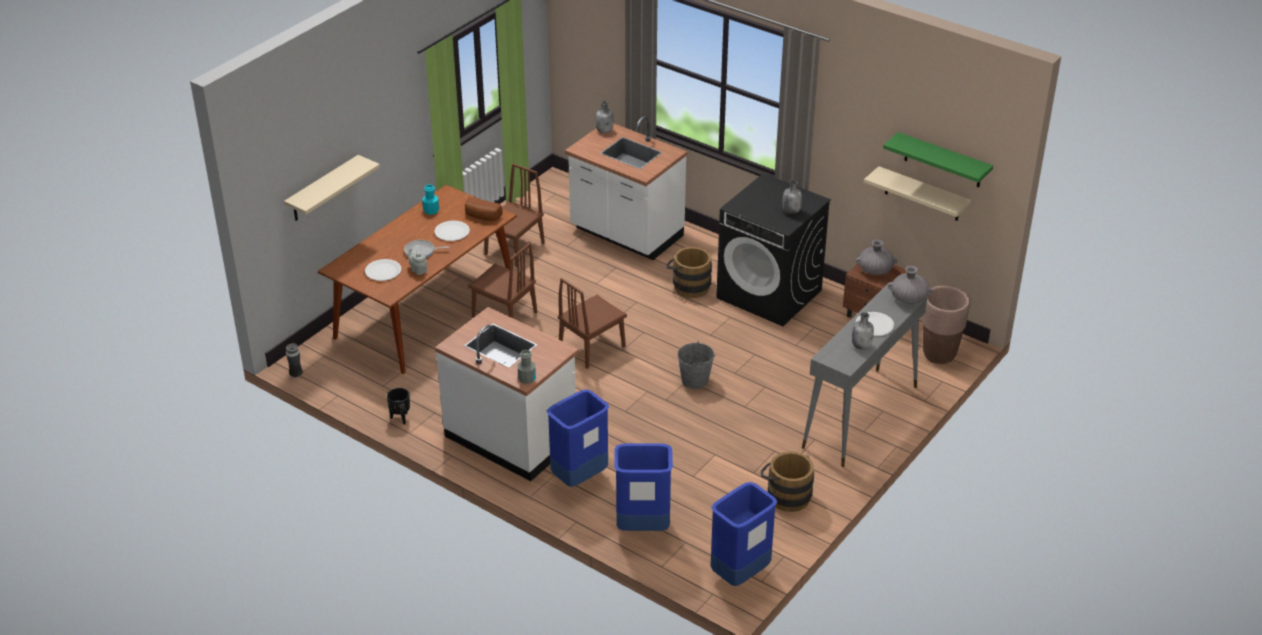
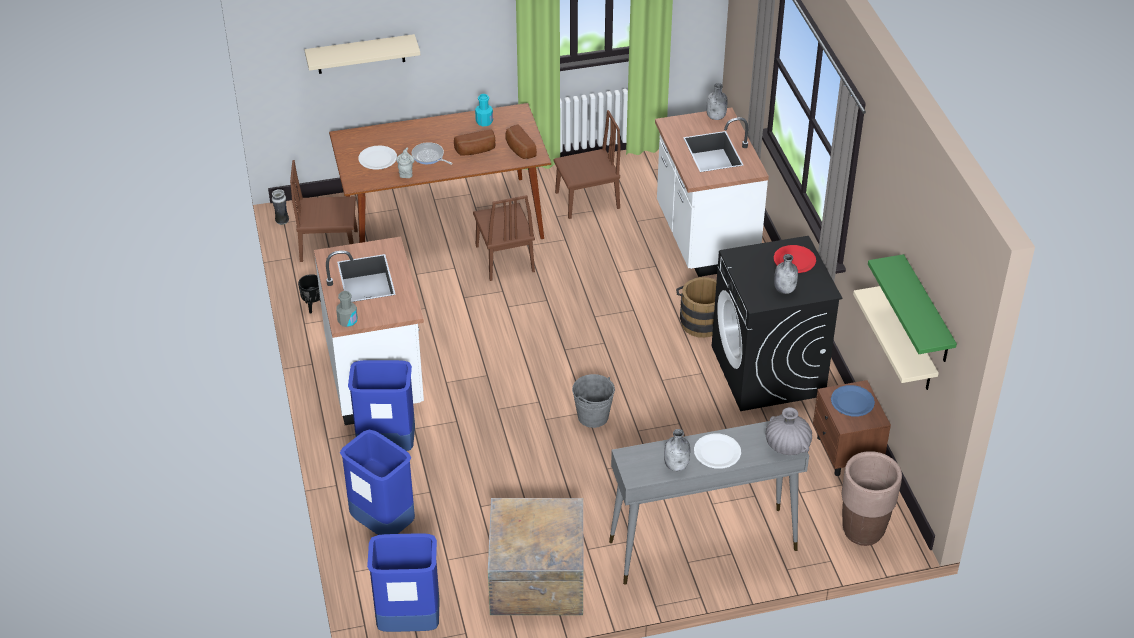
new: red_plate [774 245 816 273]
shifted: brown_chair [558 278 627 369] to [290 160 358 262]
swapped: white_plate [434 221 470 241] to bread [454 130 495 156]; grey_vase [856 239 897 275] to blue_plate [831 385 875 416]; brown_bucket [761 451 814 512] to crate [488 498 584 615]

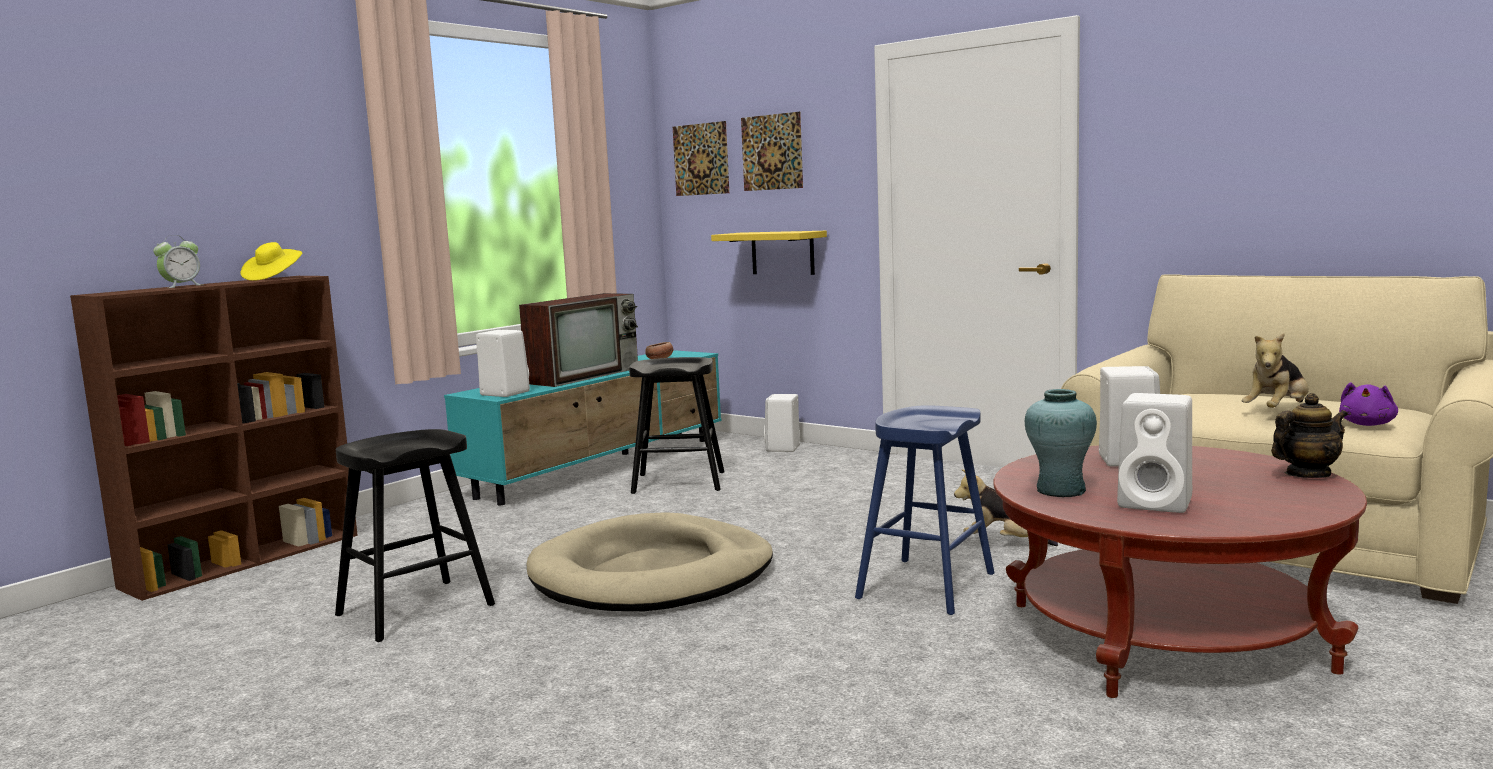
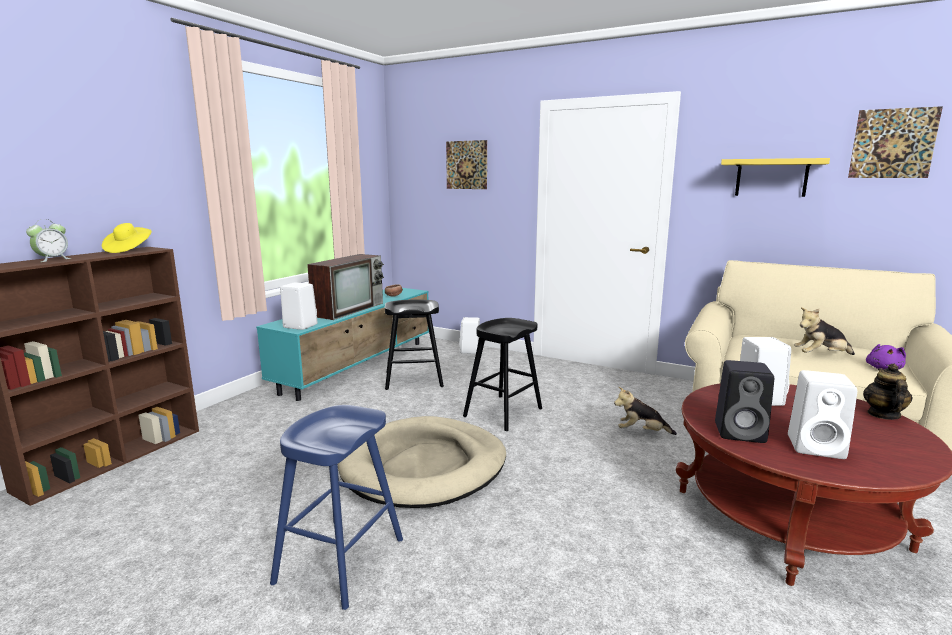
shifted: picture [673 121 729 196] to [848 106 943 178]; yellow_shelf [711 231 827 275] to [721 158 830 197]; blue_stool [855 405 994 615] to [270 405 403 610]; black_stool [335 429 495 642] to [463 318 542 431]
swapped: turquoise_vase [1025 389 1097 497] to black_speaker [715 360 774 443]
rotated: plush_toy [1242 333 1309 408] = [794 307 855 355] 45 degrees clockwise; teapot [1271 393 1348 478] = [863 363 913 420] 45 degrees counterclockwise

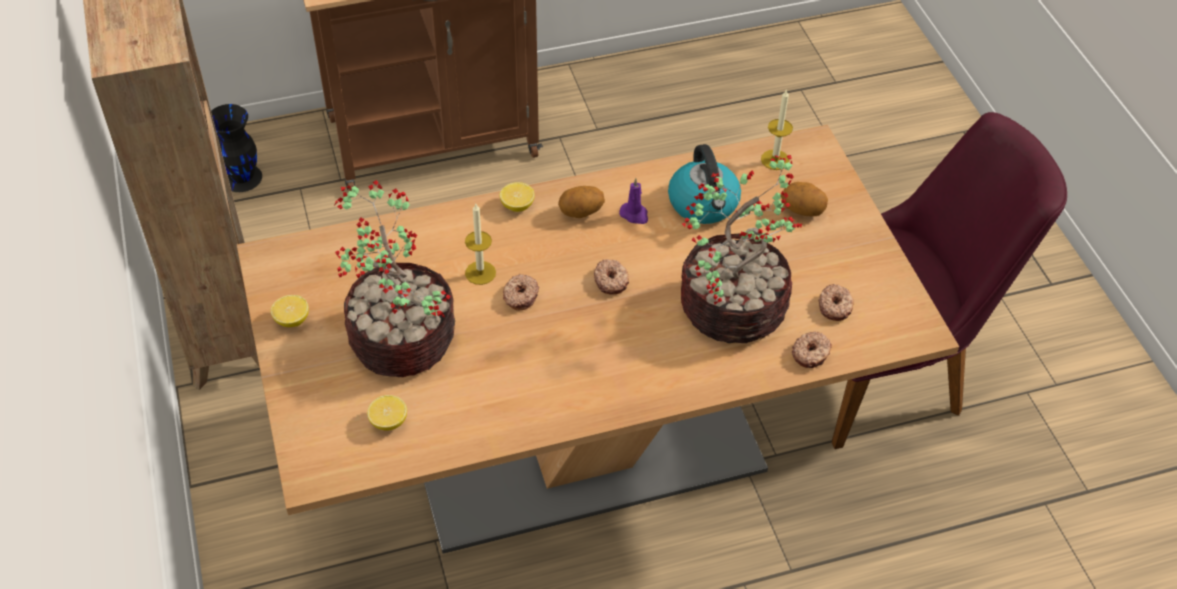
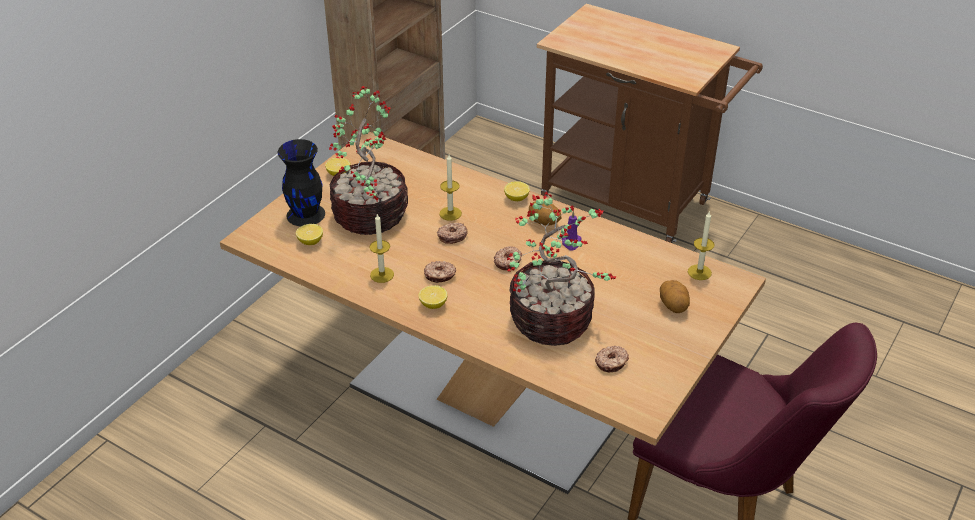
gone: kettle [668 144 741 224]
new: candle [370 214 394 283]; lemon [418 285 447 309]
shifted: black_vase [211 104 262 192] to [278 139 325 227]; donut [792 331 832 368] to [424 261 456 283]

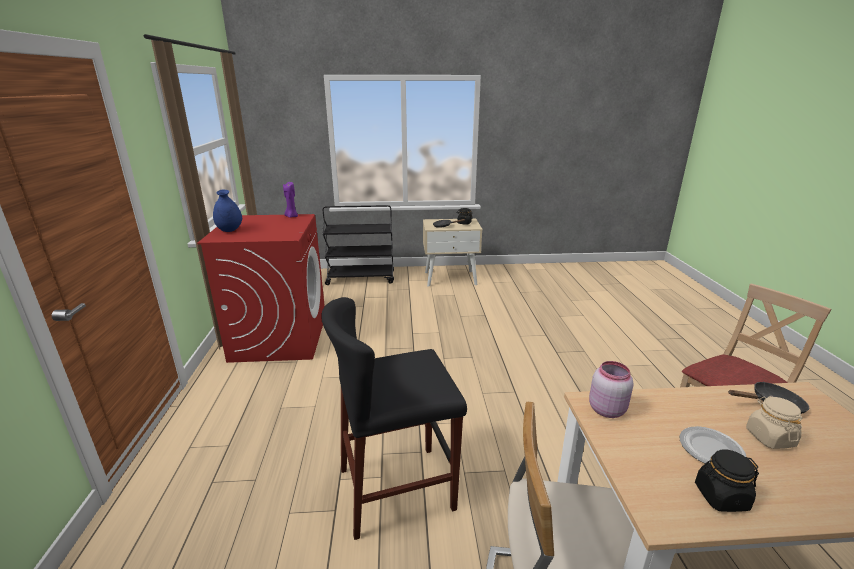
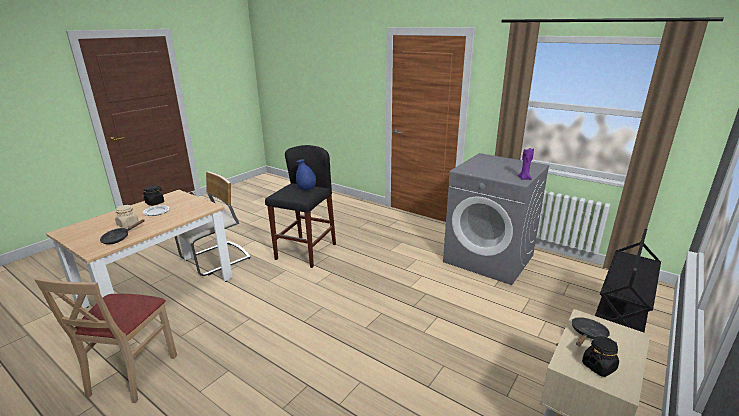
gone: pink_jar [589 361 634 418]
shifted: blue_vase [213 190 242 232] to [296 159 316 190]
repainted: red_washing_machine [197 214 325 363] to grey_washing_machine [443 153 550 285]

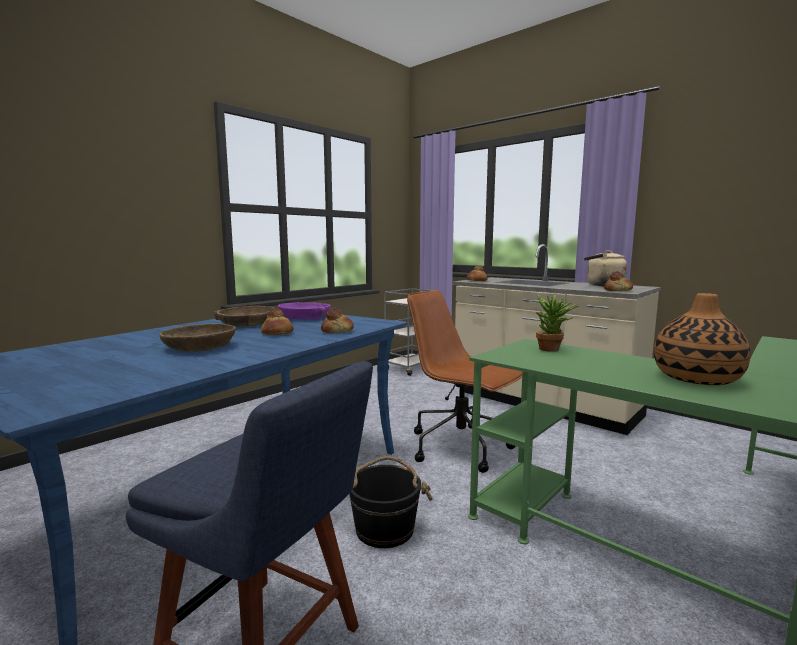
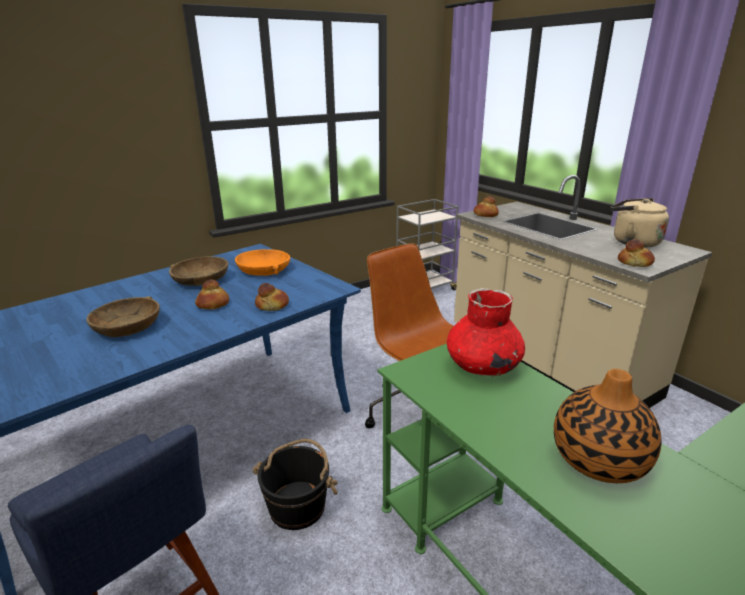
swapped: potted_plant [536 294 579 352] to red_vase [447 288 525 376]
repainted: purple_bowl [278 302 331 320] to orange_bowl [235 249 290 276]

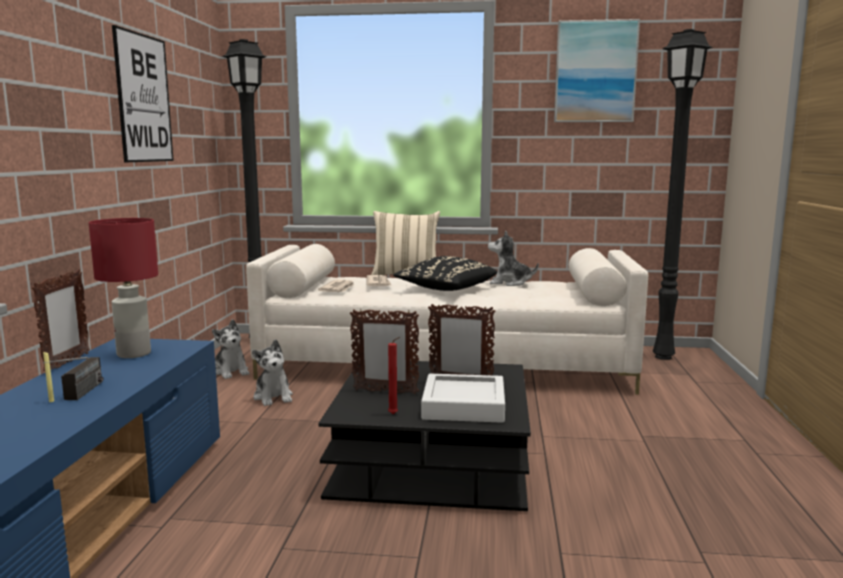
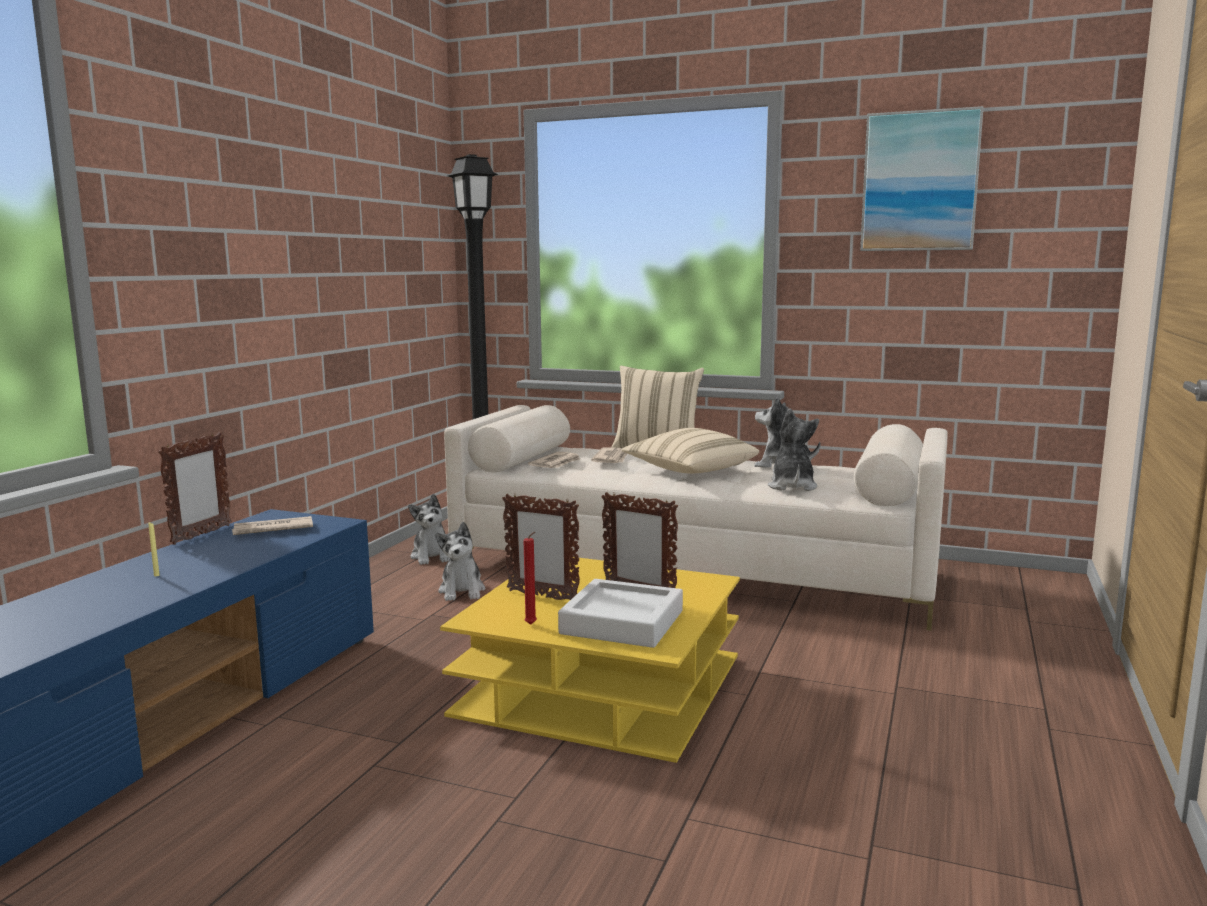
gone: picture [112 25 174 162]; black_floor_lamp [653 29 714 360]; radio [43 357 103 400]
new: plush_toy [768 408 819 491]
swapped: red_table_lamp [89 218 158 358] to newspaper [232 516 313 535]
repainted: black_pillow [393 256 497 291] to beige_pillow [621 428 759 473]; black_coffee_table [318 361 531 511] to yellow_coffee_table [440 557 740 763]

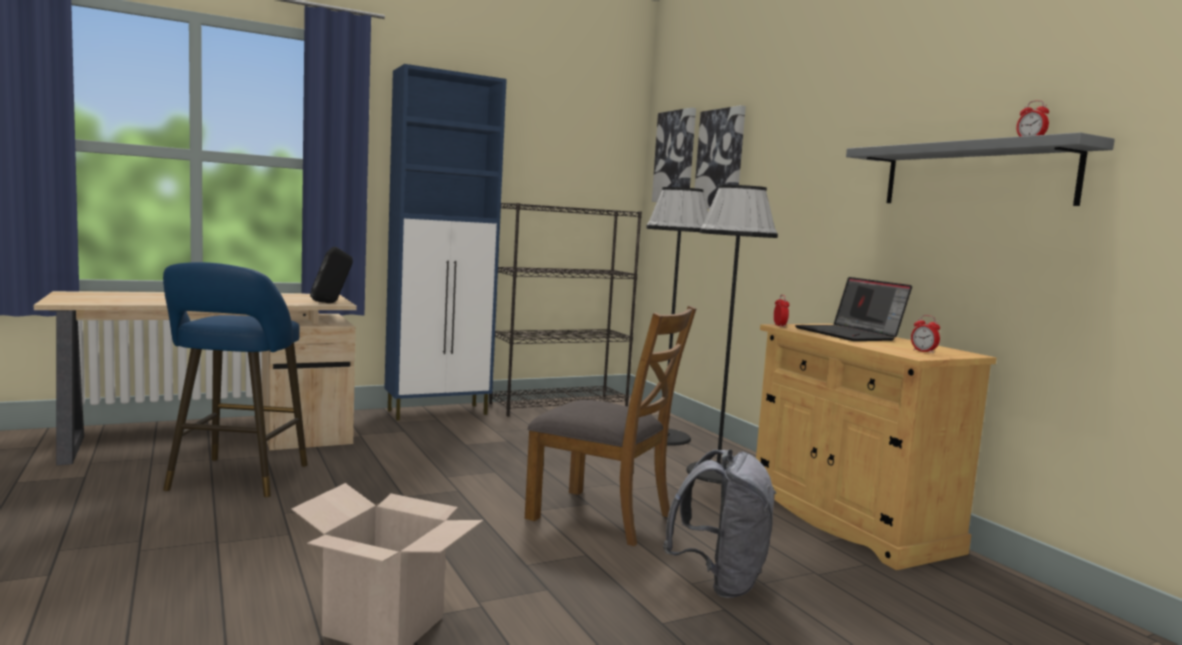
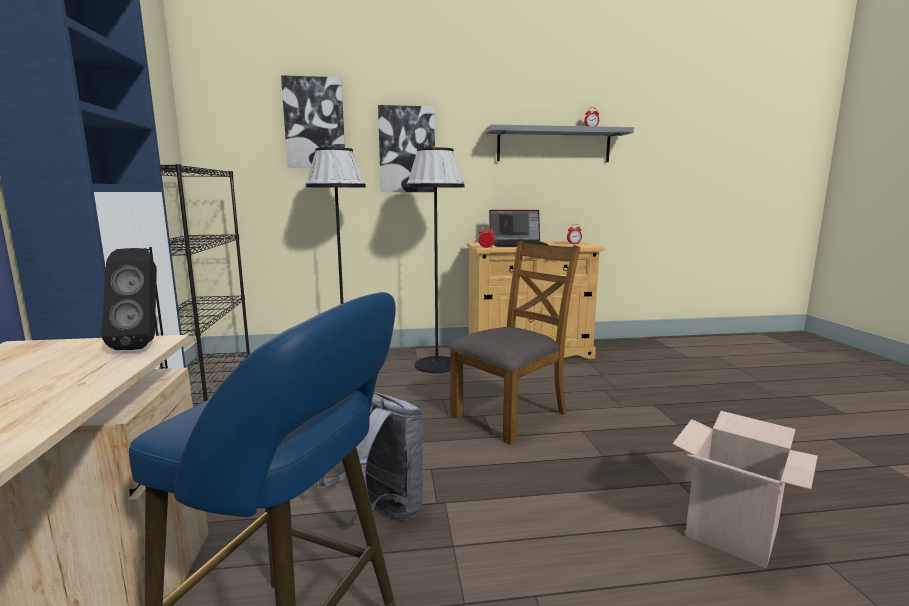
shifted: picture [652 107 696 202] to [378 105 435 192]; grey_backpack [663 449 776 598] to [316 392 424 520]

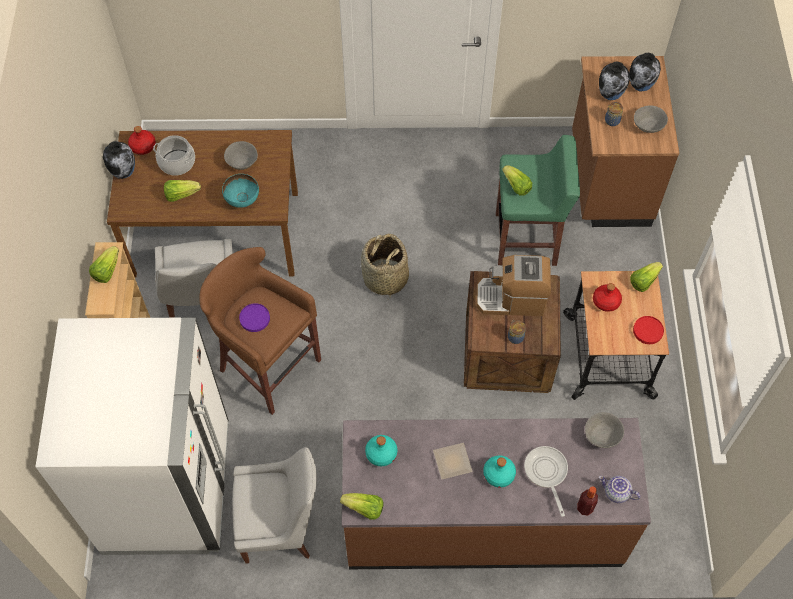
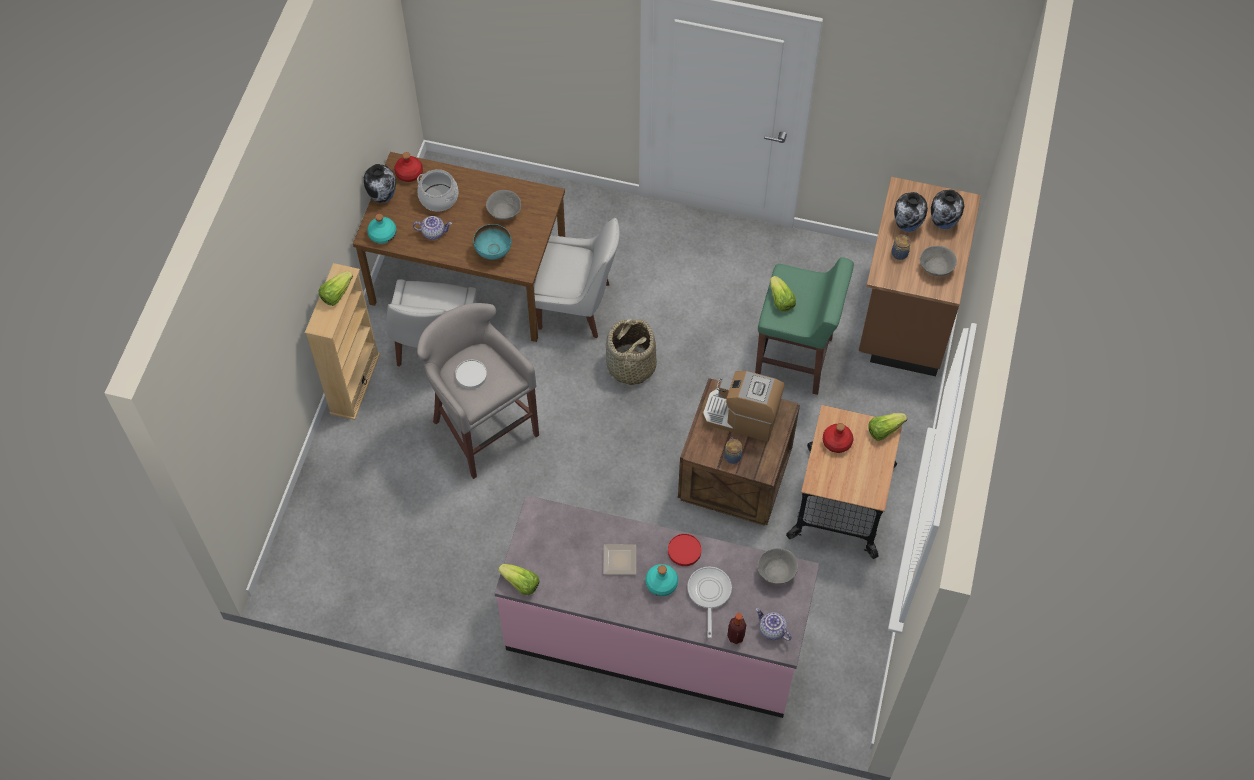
gone: white_fridge [35 317 229 555]
shifted: red_plate [633 316 664 344] to [668 534 701 566]; turquoise_bottle [365 435 398 466] to [367 214 397 244]; white_chair [232 447 317 564] to [534 218 620 339]
swapped: lettuce [164 180 201 202] to teapot [413 216 452 240]
repainted: brown_stool [199 247 321 415] to grey_stool [417 303 539 479]; purple_plate [239 303 270 332] to white_plate [455 360 487 389]; brown_counter [342 418 651 569] to pink_counter [495 495 819 718]

